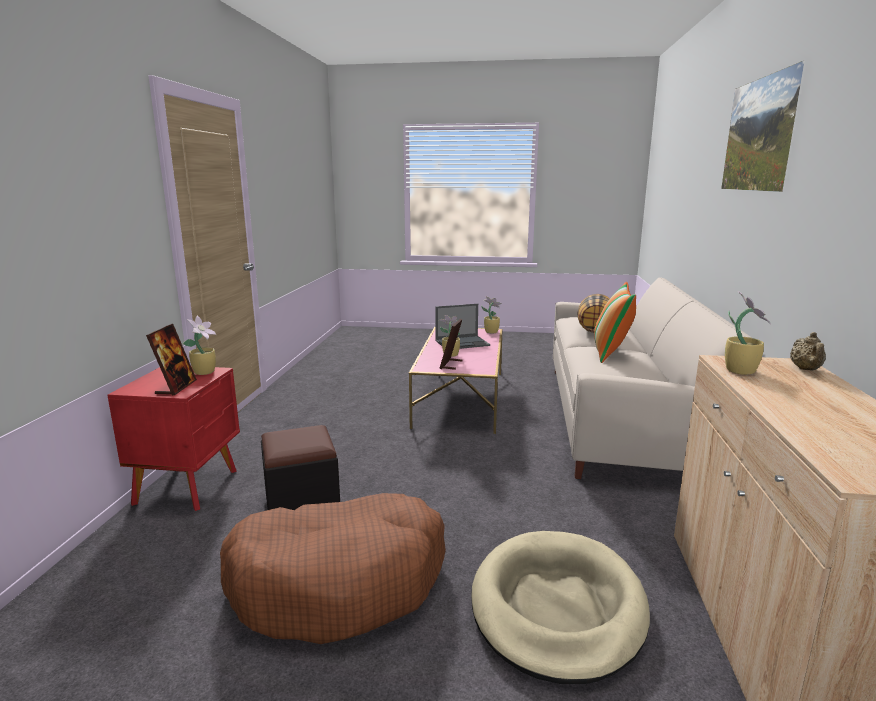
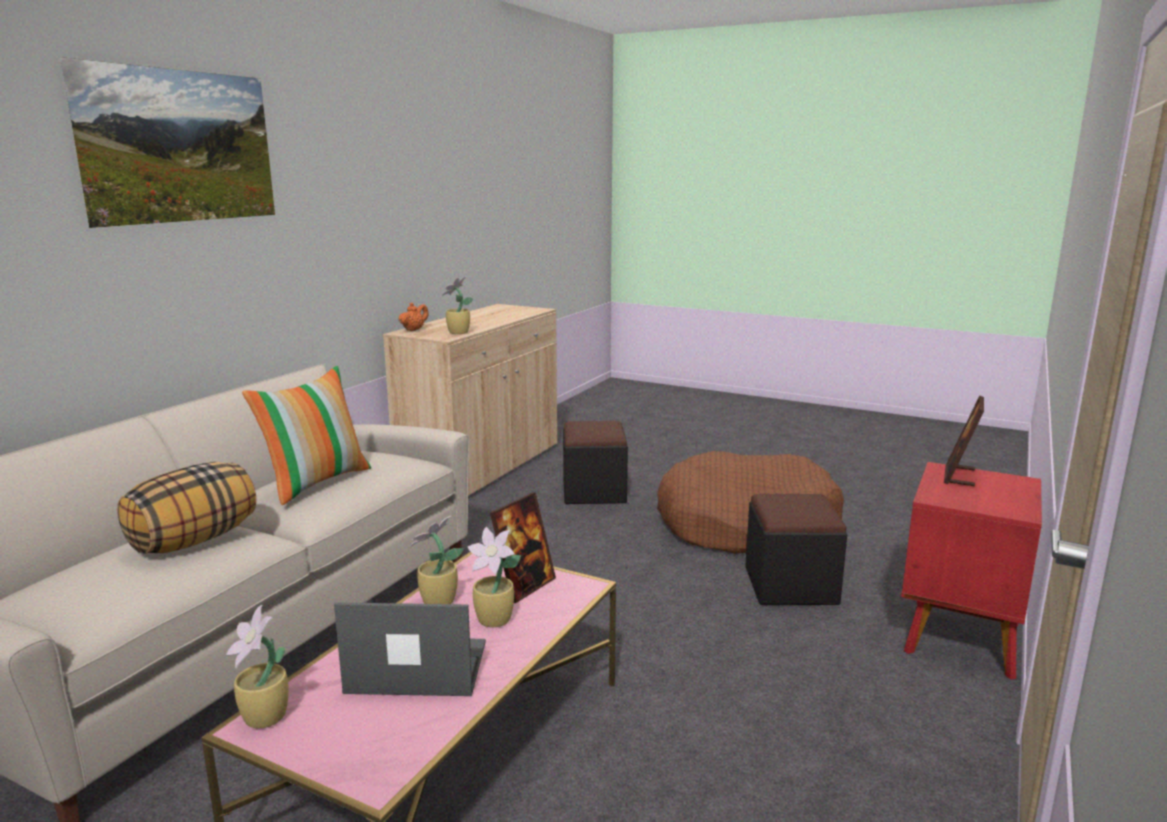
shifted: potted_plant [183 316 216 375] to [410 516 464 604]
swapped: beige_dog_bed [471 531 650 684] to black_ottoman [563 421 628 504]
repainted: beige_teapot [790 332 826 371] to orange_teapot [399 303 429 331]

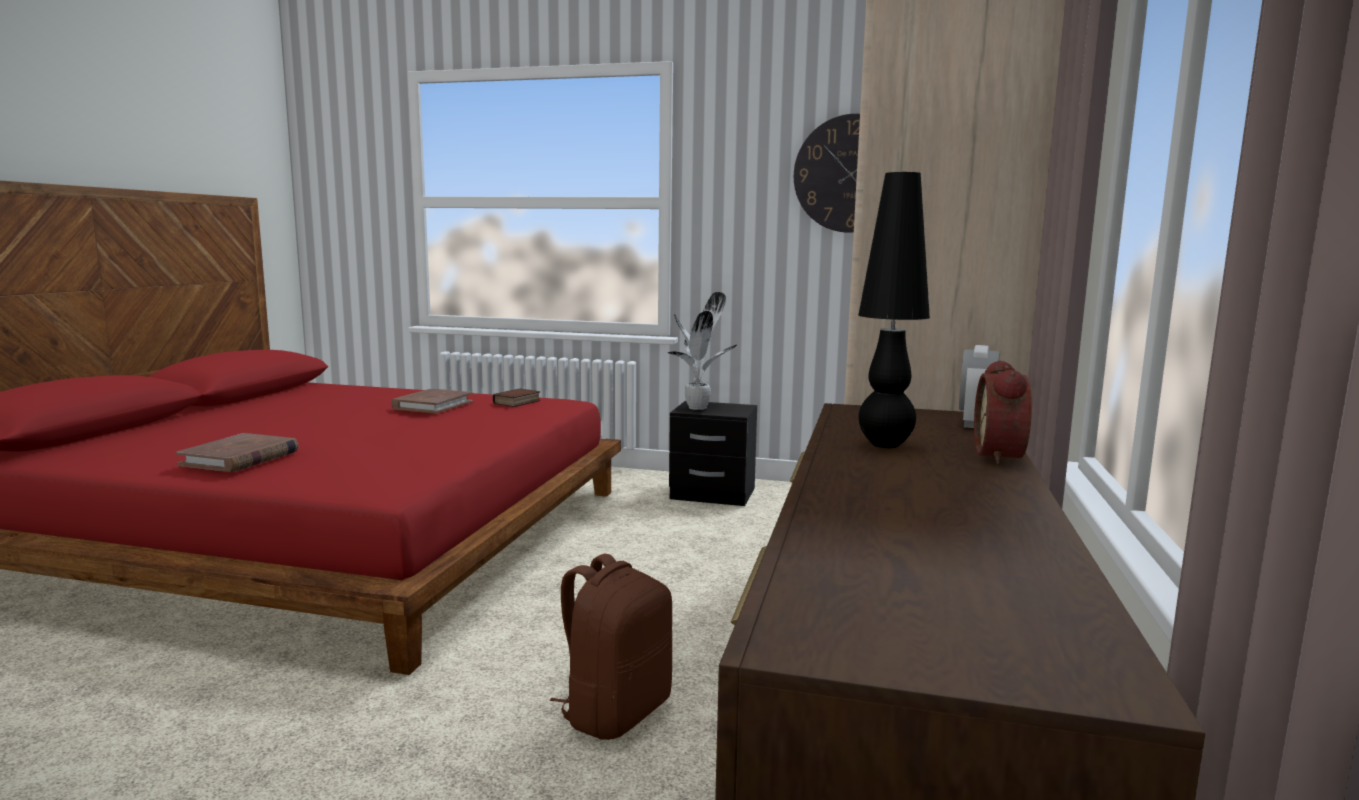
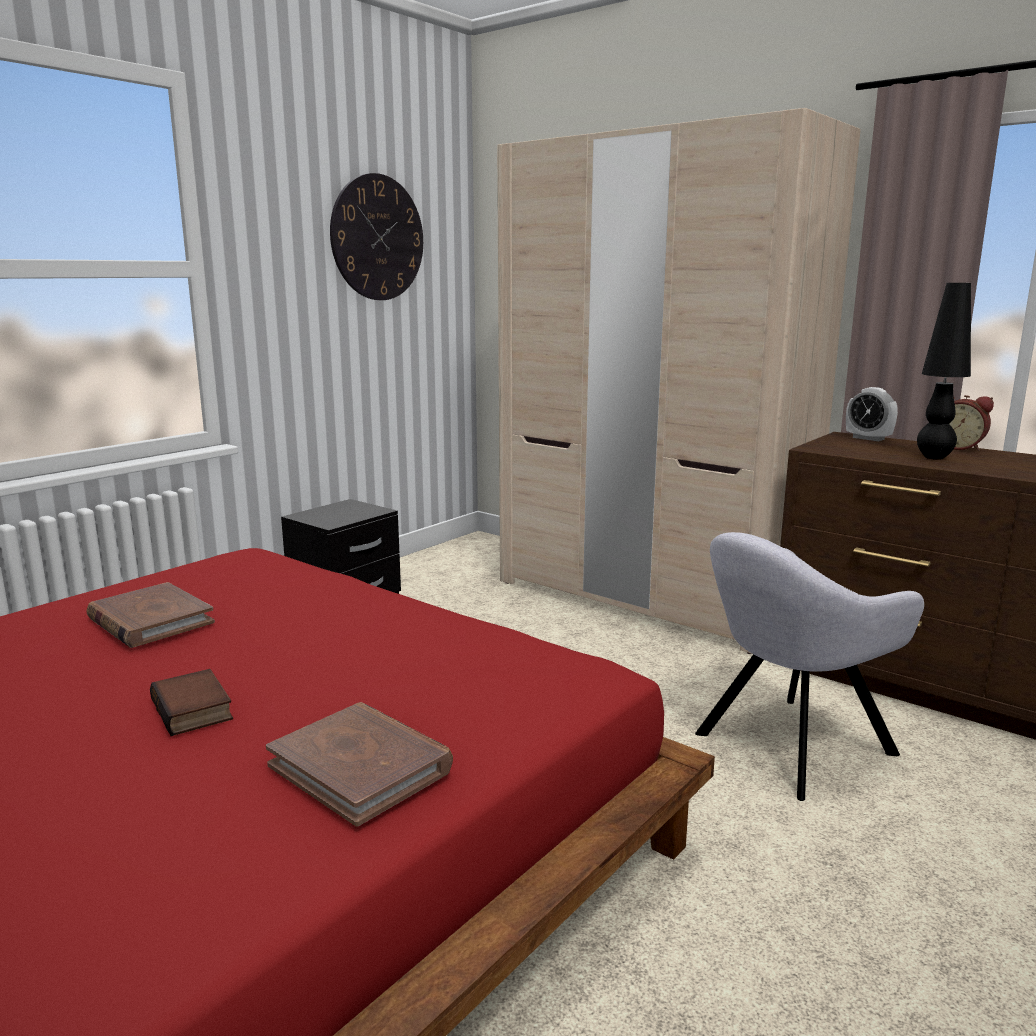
gone: potted_plant [668 292 737 410]
shifted: book [493 389 540 407] to [150 669 233 736]
swapped: brown_backpack [550 554 672 740] to grey_armchair [695 532 924 801]

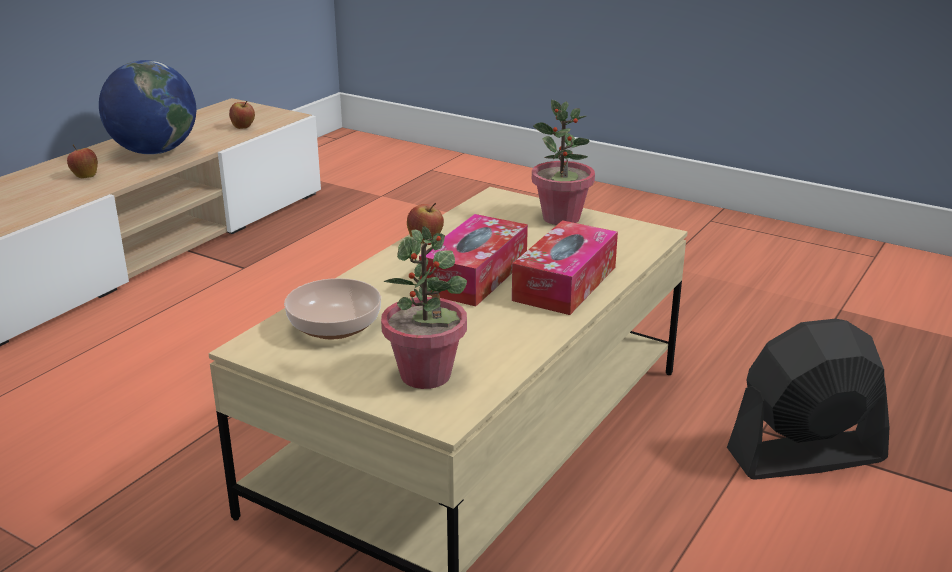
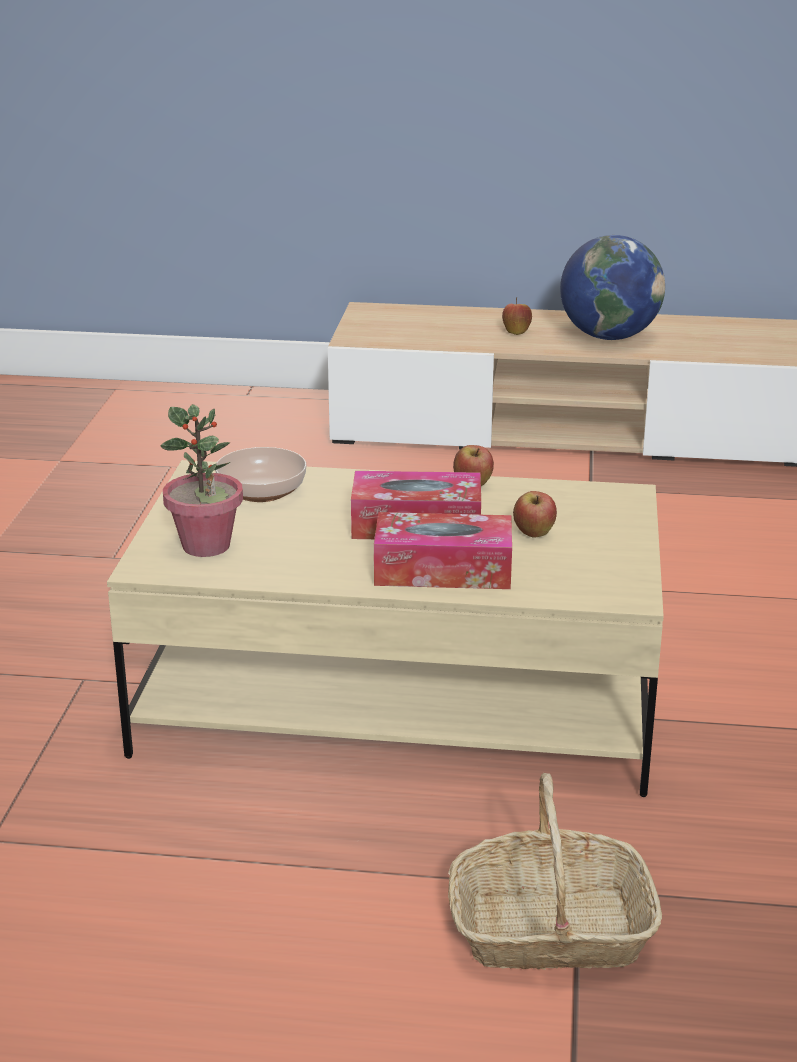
gone: potted_plant [532 100 595 225]
shifted: apple [229 101 255 129] to [513 491 557 538]
swapped: black_fan [727 319 890 480] to basket [448 773 662 970]

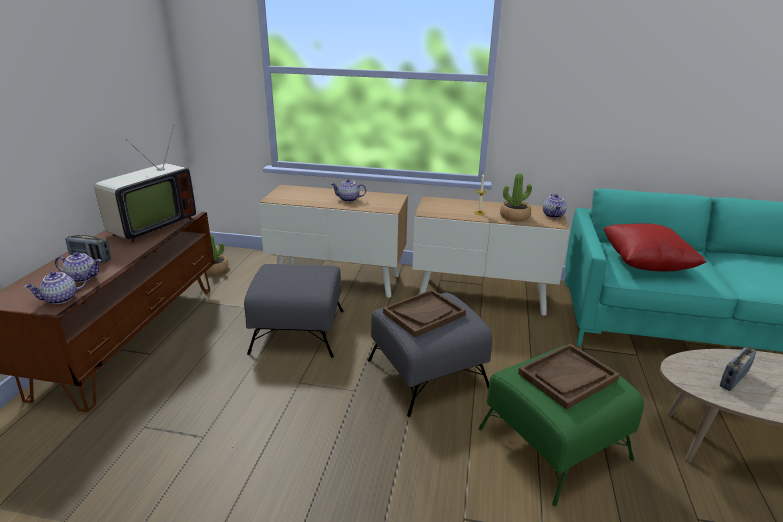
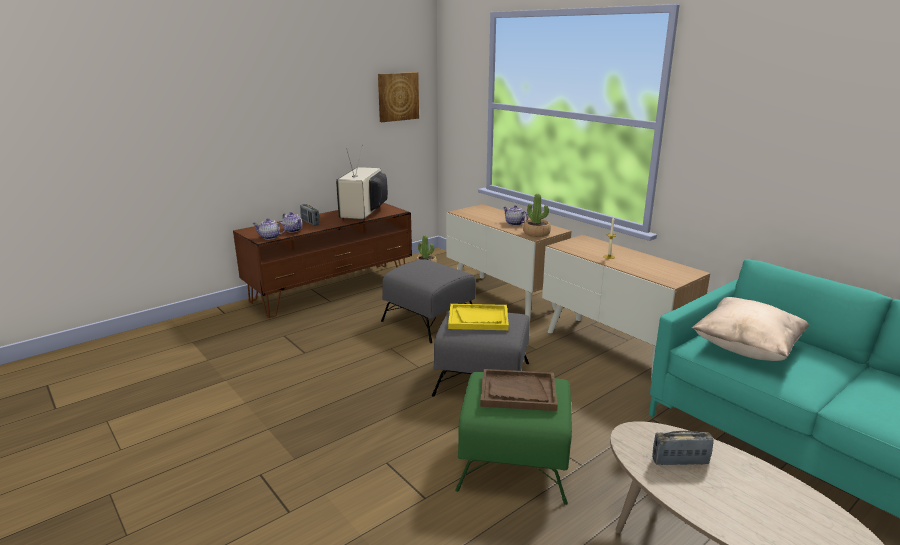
gone: teapot [543 194 567 218]
new: picture [378 72 419 122]
shifted: potted_plant [500 173 532 222] to [523 194 551 237]
repainted: red_pillow [603 223 706 271] to beige_pillow [692 297 809 361]; brown_tray [383 289 466 337] to yellow_tray [448 304 509 330]
rotated: television [94 125 196 243] = [336 147 388 221] 120 degrees clockwise

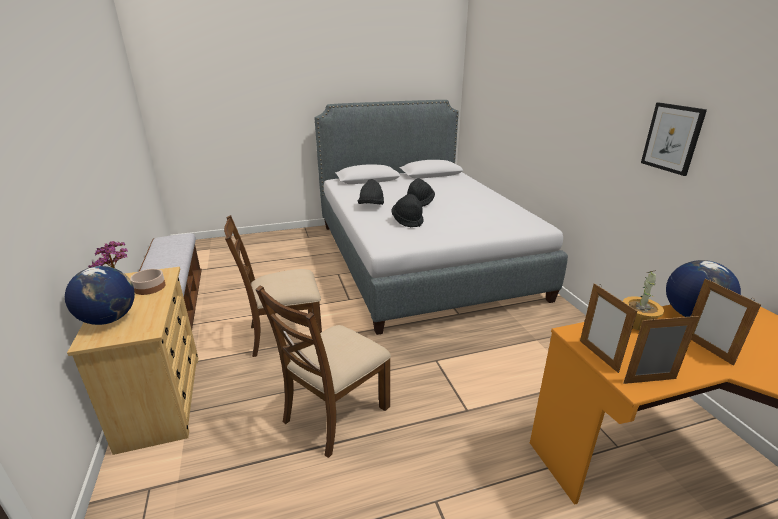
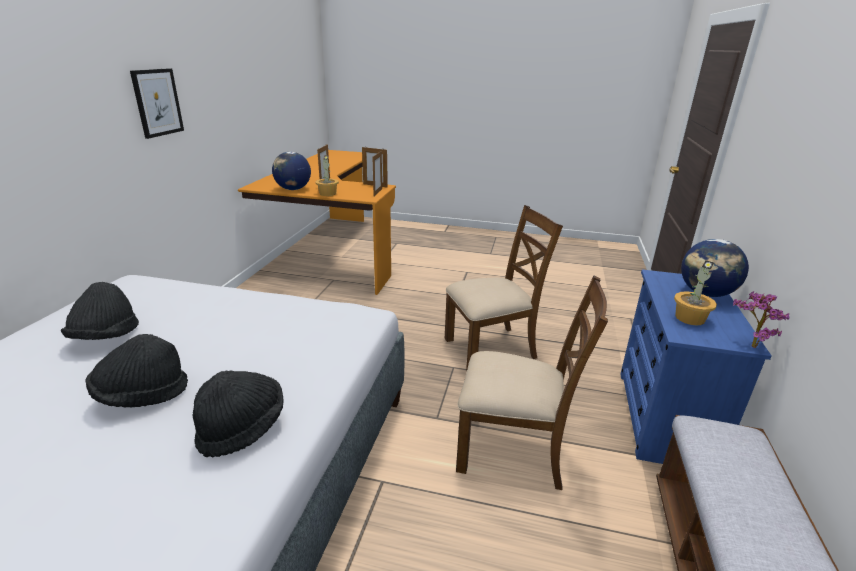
shifted: black_hat [391 194 424 228] to [61 282 139 340]
swapped: bowl [130 269 165 295] to potted_plant [674 260 717 325]
repainted: beige_dresser [67 267 198 455] to blue_dresser [620 269 771 464]

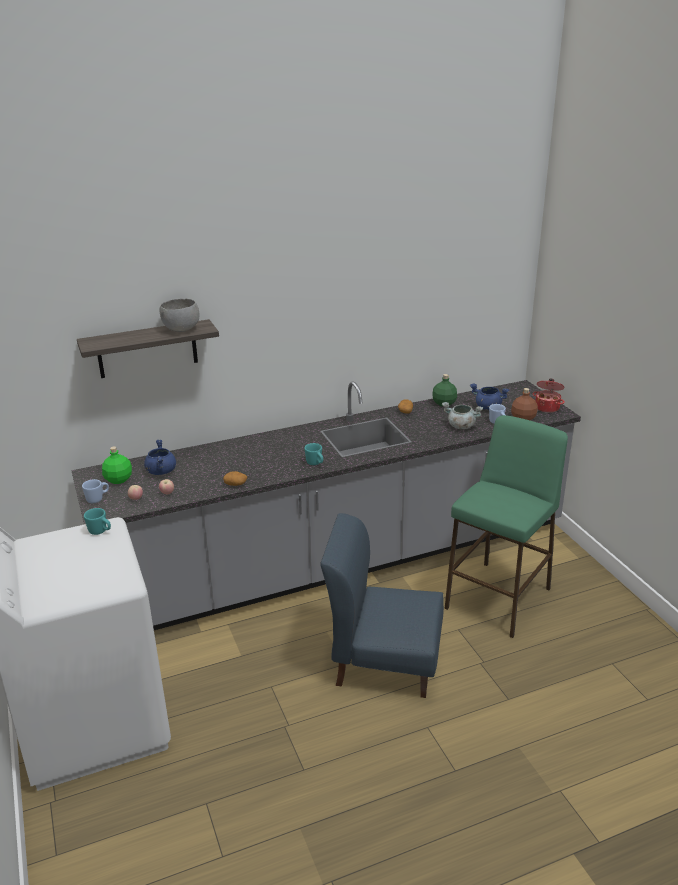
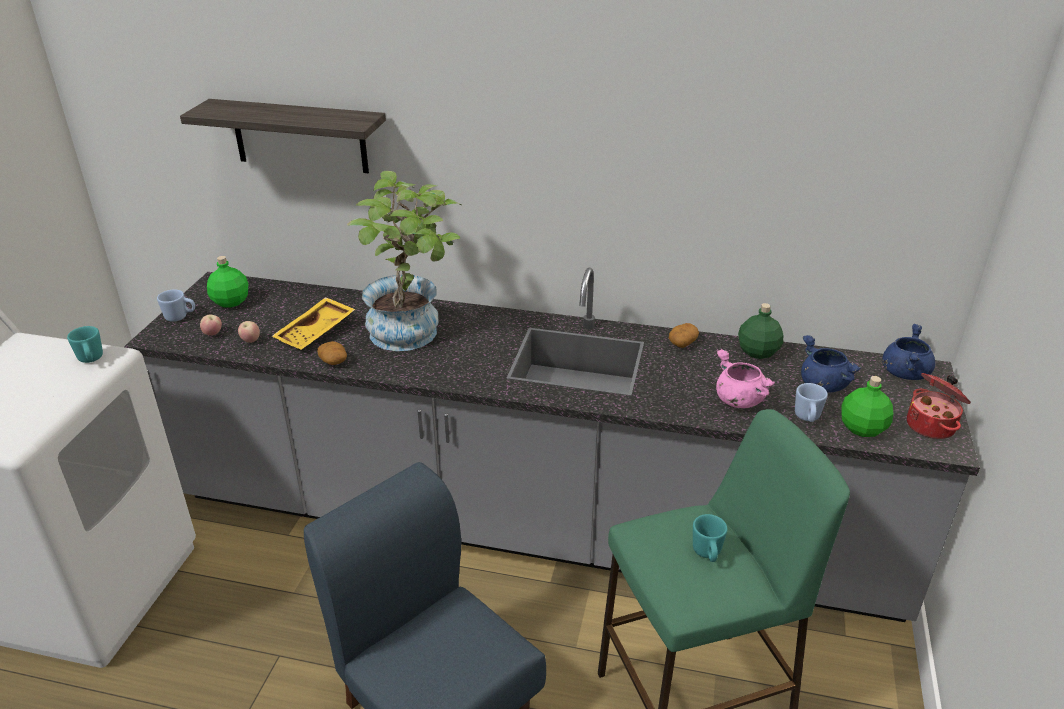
gone: grey_bowl [159 299 199 332]
new: potted_plant [347 171 461 351]; yellow_tray [272 297 356 350]
shifted: blue_cooking_pot [144 440 176 475] to [882 324 935 380]; turquoise_mug [304 443 323 465] to [693 514 728 562]
repainted: brown_bottle [511 388 538 420] to green_bottle [842 376 893 437]; grey_cooking_pot [442 402 483 429] to pink_cooking_pot [716 349 775 408]

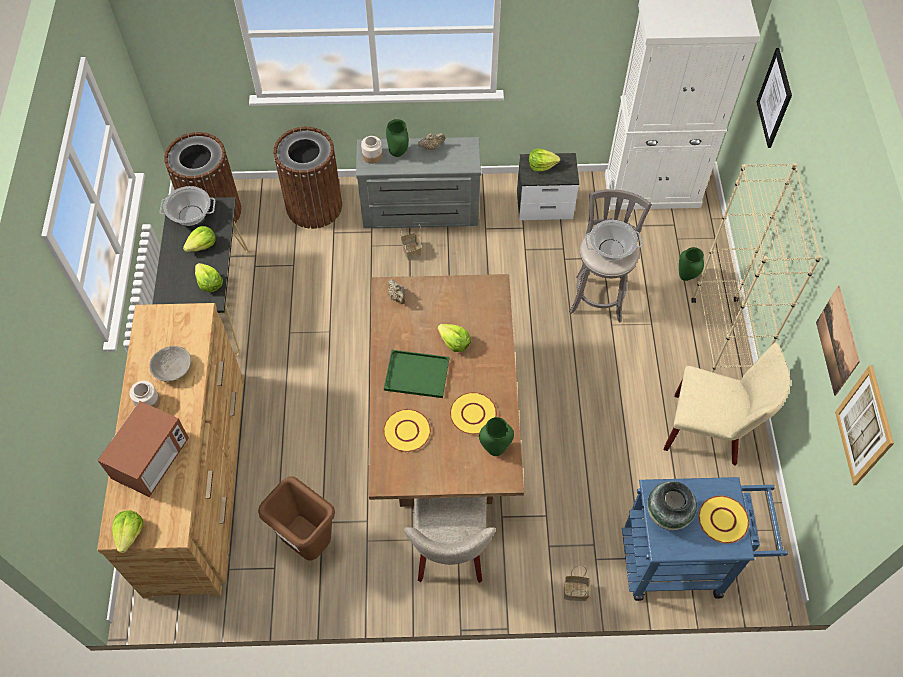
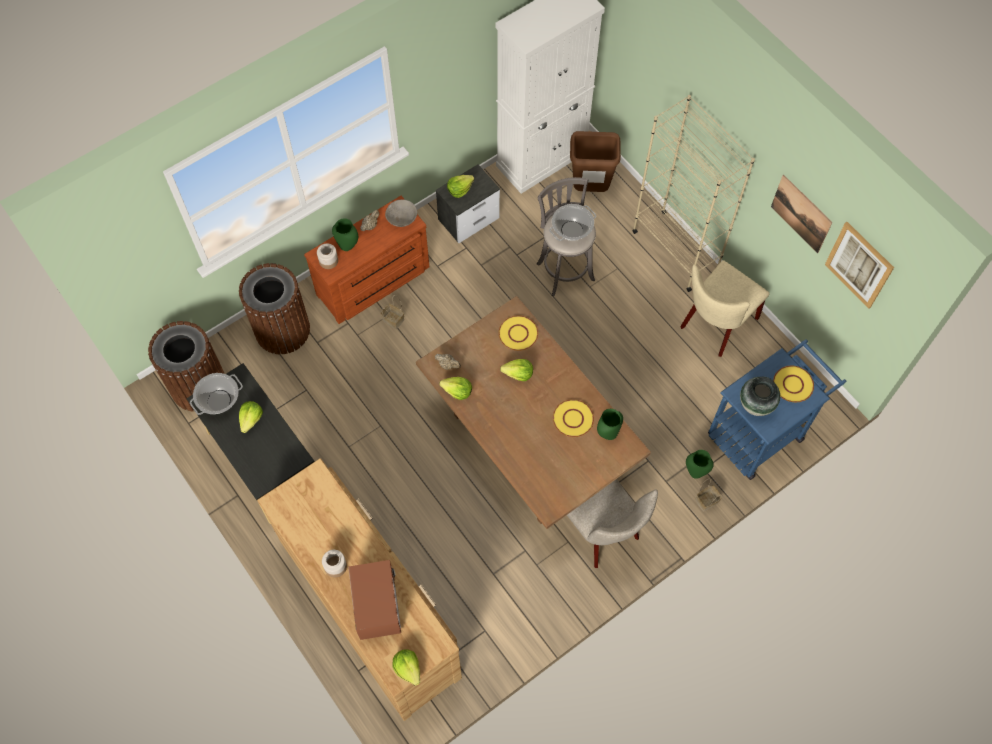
gone: picture [757 48 792 148]; green_tray [384 350 449 398]
shifted: green_vase [679 247 704 281] to [686 450 714 479]; lettuce [195 263 223 292] to [439 377 472 400]; grey_bowl [149 346 191 382] to [385 199 417 227]; yellow_plate [383 409 431 452] to [499 315 538 351]; brown_trash_can [258 477 335 560] to [570 131 621 192]
repainted: grey_dresser [356 137 481 229] to brown_dresser [304 196 430 324]
rotated: beige_chair [664 343 790 466] = [680 260 770 357] 150 degrees clockwise

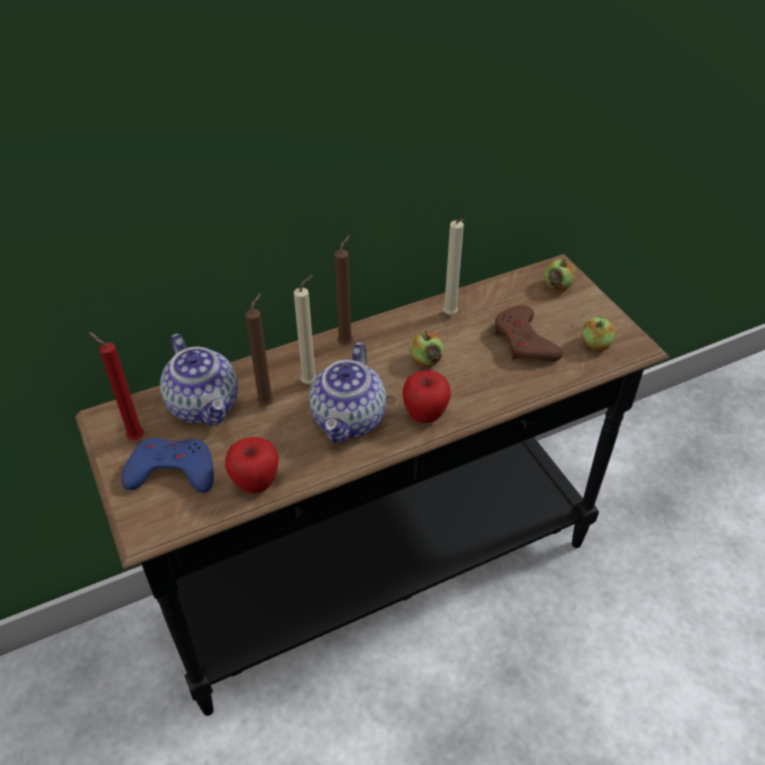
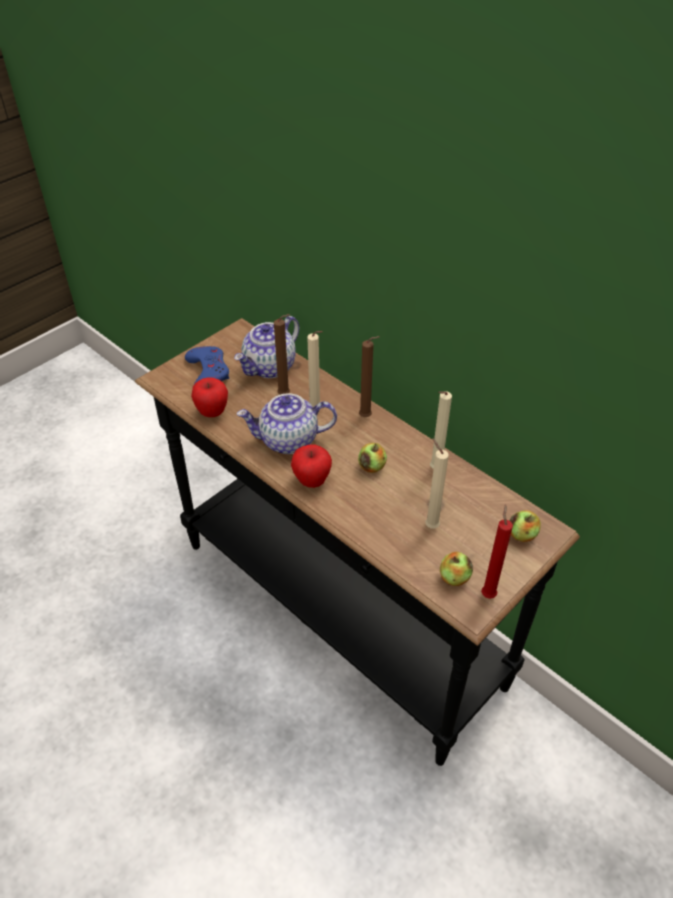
shifted: red_candle [89 332 144 440] to [481 504 513 599]
swapped: brown_game_controller [495 305 563 362] to beige_candle [425 438 449 529]

